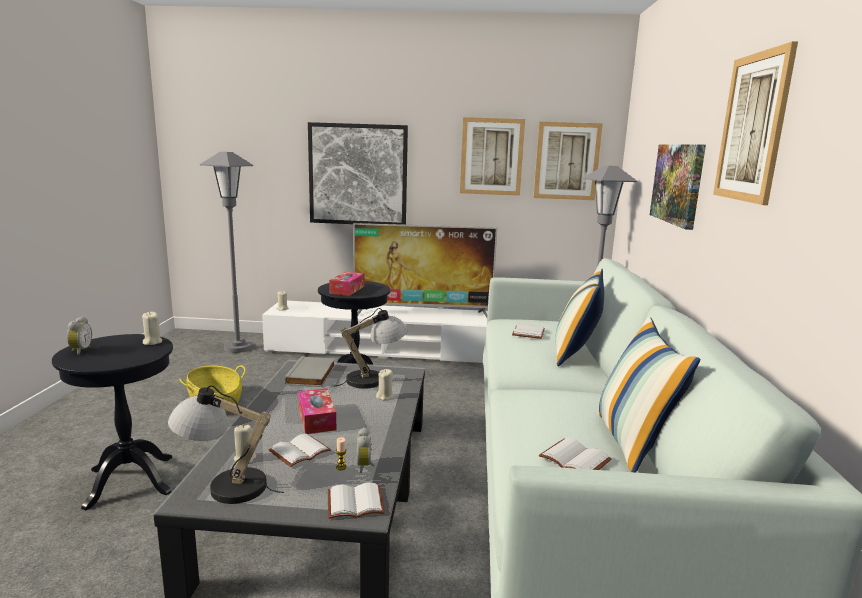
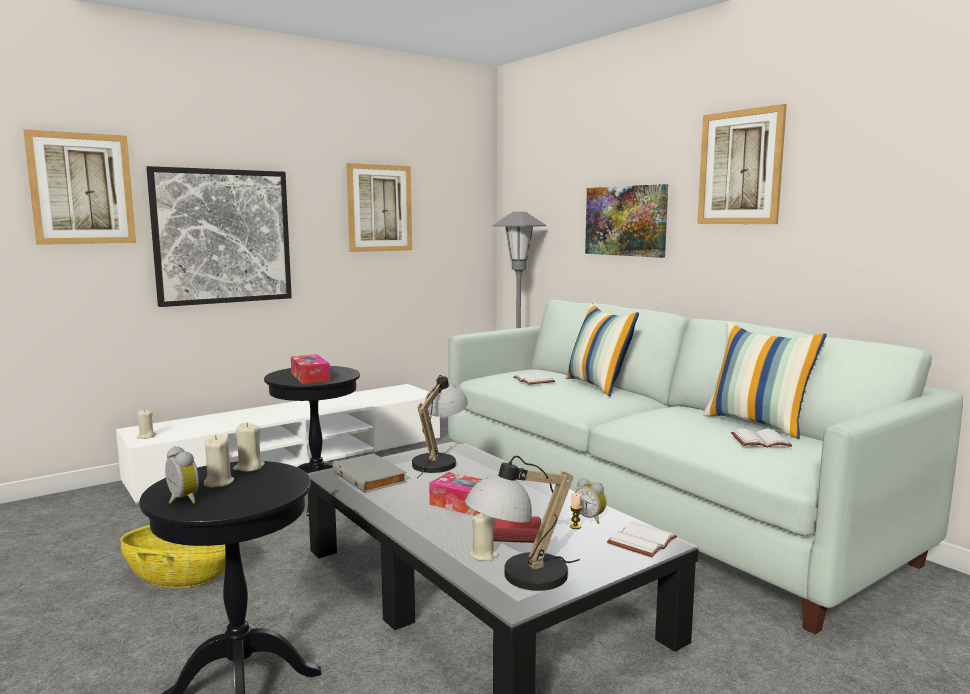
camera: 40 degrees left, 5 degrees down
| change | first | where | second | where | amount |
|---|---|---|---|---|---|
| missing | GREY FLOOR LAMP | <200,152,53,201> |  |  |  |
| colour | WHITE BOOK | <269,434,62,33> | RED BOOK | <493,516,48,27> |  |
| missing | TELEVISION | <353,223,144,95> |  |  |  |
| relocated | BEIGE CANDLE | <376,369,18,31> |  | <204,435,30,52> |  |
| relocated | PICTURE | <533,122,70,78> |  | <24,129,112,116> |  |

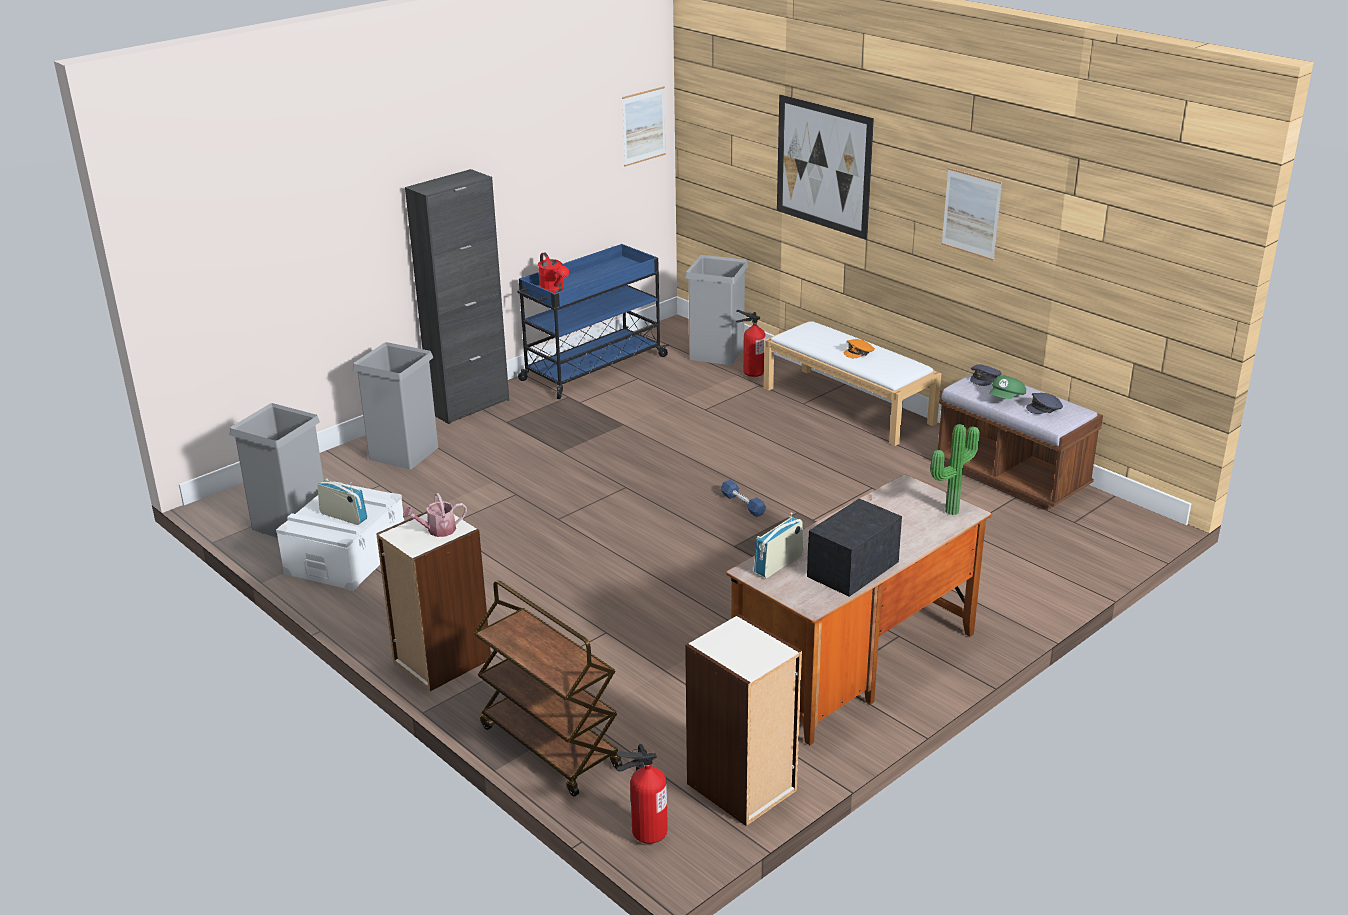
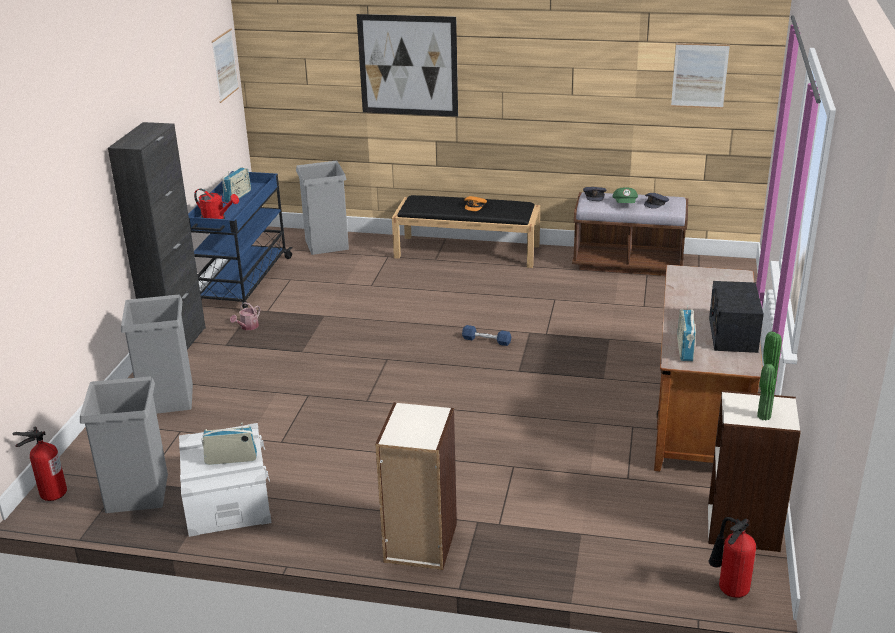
camera: 35 degrees left, 0 degrees up
| change | first | where | second | where | amount |
|---|---|---|---|---|---|
| relocated | WATERING CAN | <403,493,64,44> |  | <230,302,30,28> |  |
| missing | BROWN CART | <474,580,149,217> |  |  |  |
| relocated | FIRE EXTINGUISHER | <736,310,30,67> |  | <13,427,54,74> |  |
| colour | WHITE BENCH | <764,321,177,125> | BLACK BENCH | <392,195,148,73> |  |
| relocated | POTTED PLANT | <930,424,49,91> |  | <757,332,25,89> |  |
| relocated | PICTURE | <942,167,60,94> |  | <671,43,59,66> |  |
| appeared |  |  | RADIO | <222,167,29,35> |  |

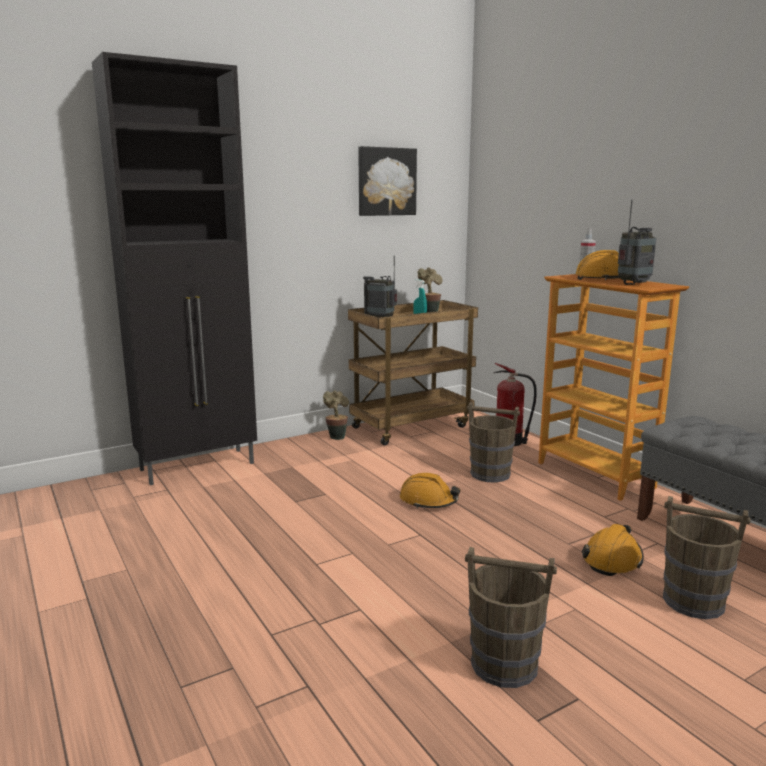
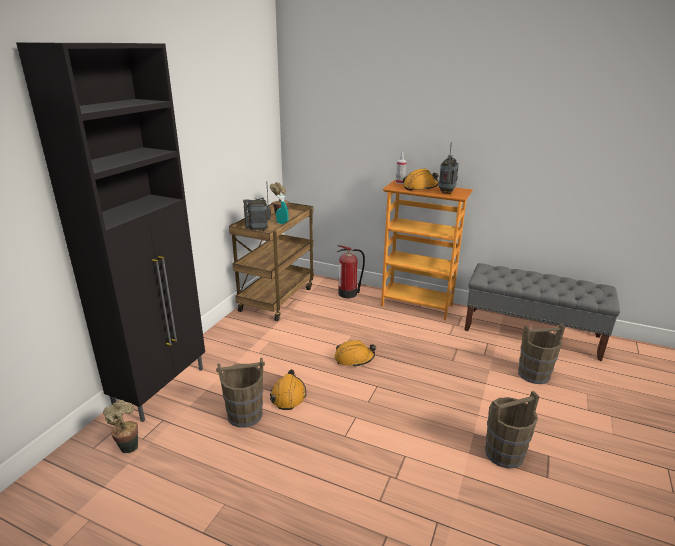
camera: 35 degrees left, 10 degrees up
| change | first | where | second | where | amount |
|---|---|---|---|---|---|
| relocated | POTTED PLANT | <323,390,26,50> |  | <103,400,35,53> |  |
| missing | PICTURE | <358,146,59,70> |  |  |  |
| relocated | BROWN BUCKET | <467,402,53,81> |  | <216,357,49,71> |  |
| relocated | ORANGE HARD HAT | <582,524,62,52> |  | <270,369,36,41> |  |

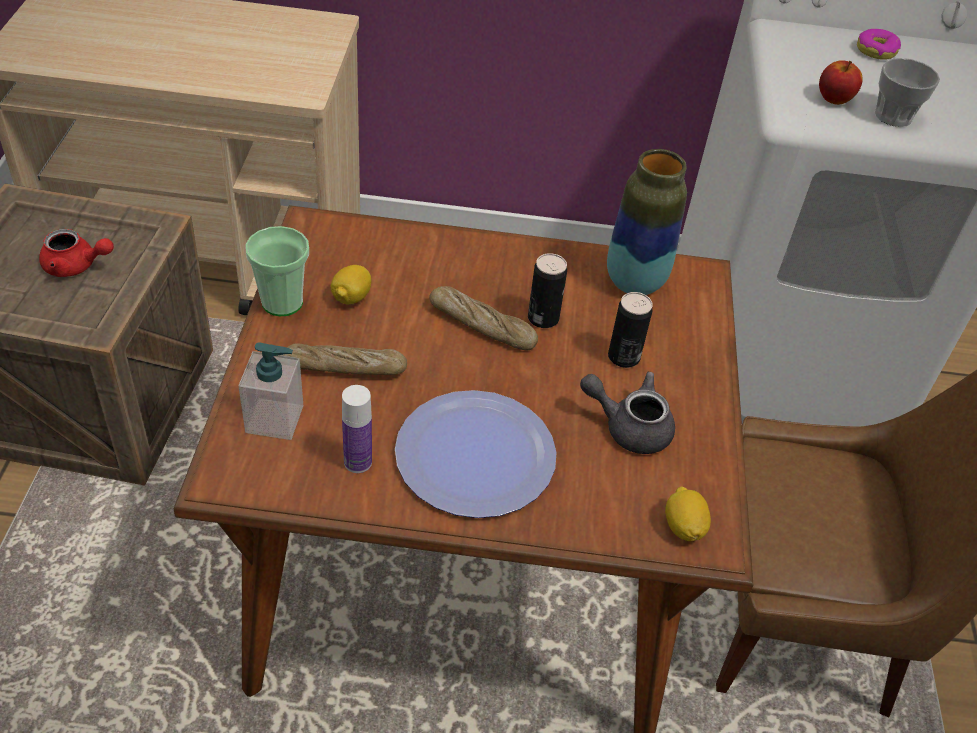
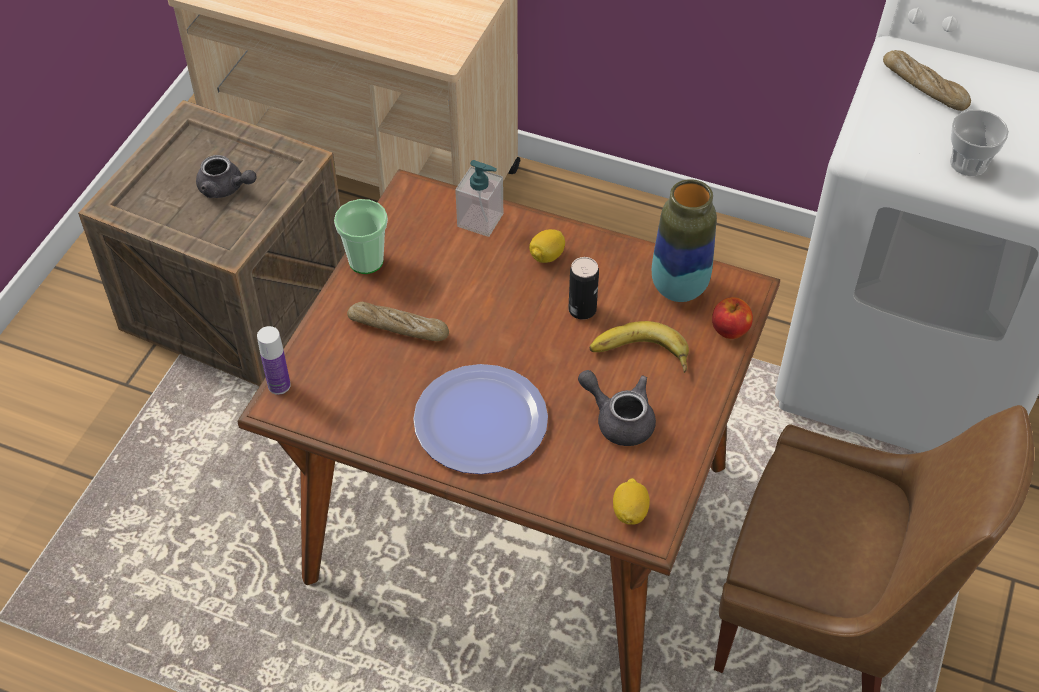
camera: 20 degrees right, 5 degrees up
| change | first | where | second | where | amount |
|---|---|---|---|---|---|
| colour | RED TEAPOT | <39,229,75,48> | GREY TEAPOT | <196,155,61,43> |  |
| relocated | SOAP DISPENSER | <238,342,65,98> |  | <455,160,48,77> |  |
| relocated | LEMON | <331,265,40,39> |  | <529,229,36,34> |  |
| relocated | BOTTLE | <342,385,30,88> |  | <257,326,34,69> |  |
| relocated | BREAD | <429,286,109,64> |  | <883,50,88,61> |  |
| exchanged | CAN | <608,292,45,76> | BANANA | <590,321,99,52> |  |
| relocated | APPLE | <819,60,44,45> |  | <712,297,41,42> |  |
| missing | DONUT | <857,29,44,31> |  |  |  |

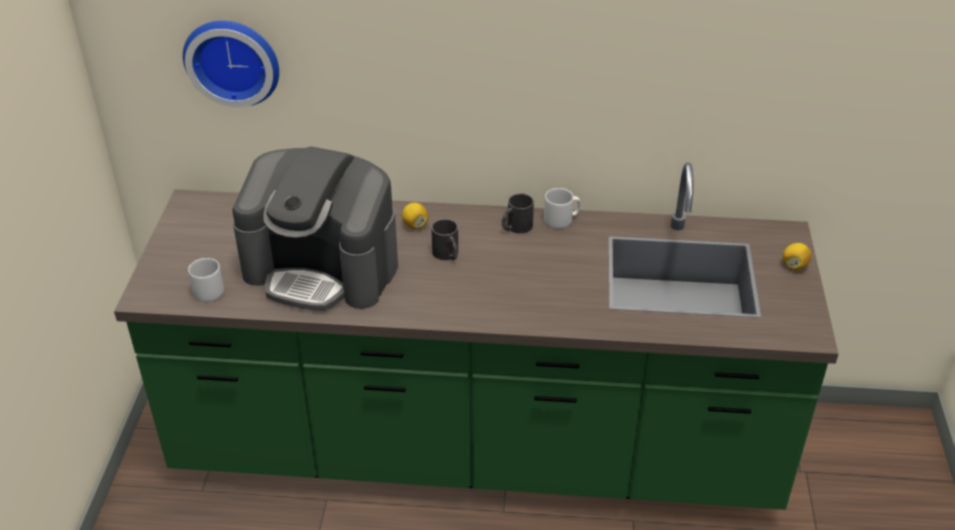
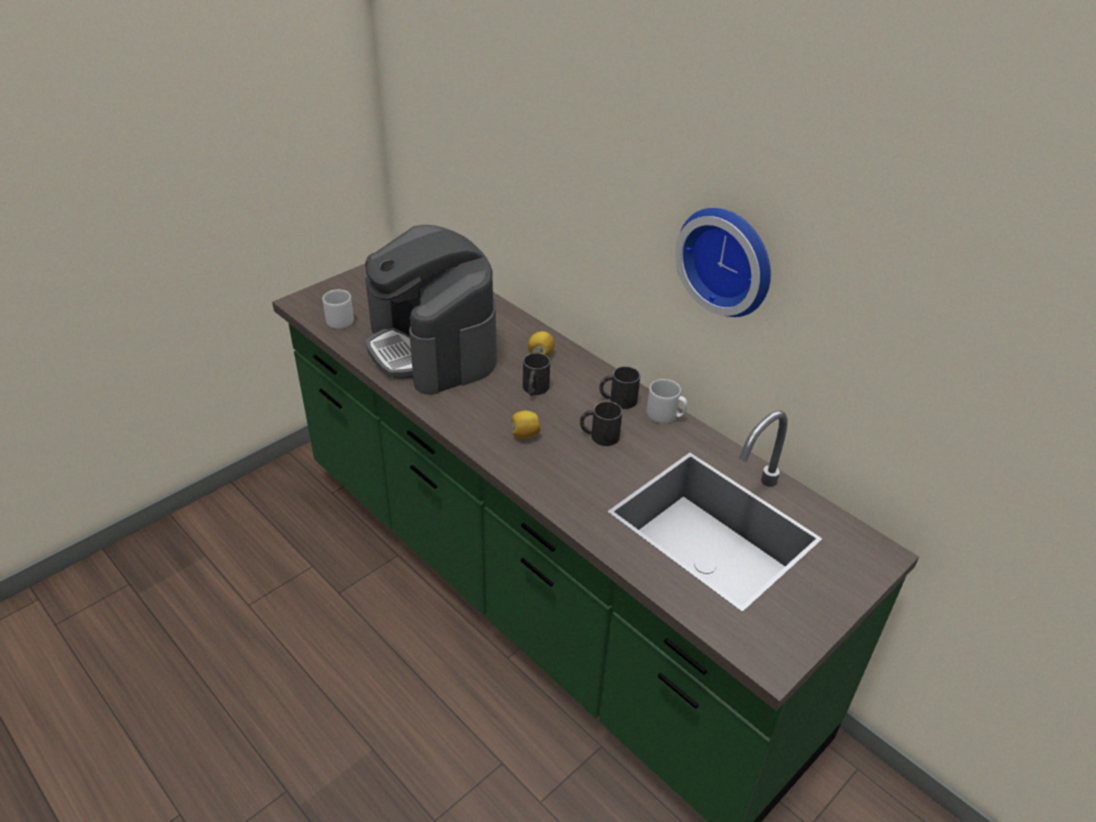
camera: 40 degrees right, 0 degrees up
| change | first | where | second | where | amount |
|---|---|---|---|---|---|
| relocated | WALL CLOCK | <183,21,96,86> |  | <675,208,96,109> |  |
| relocated | LEMON | <783,243,28,27> |  | <511,411,30,27> |  |
| appeared |  |  | BLACK MUG | <580,401,42,45> |  |

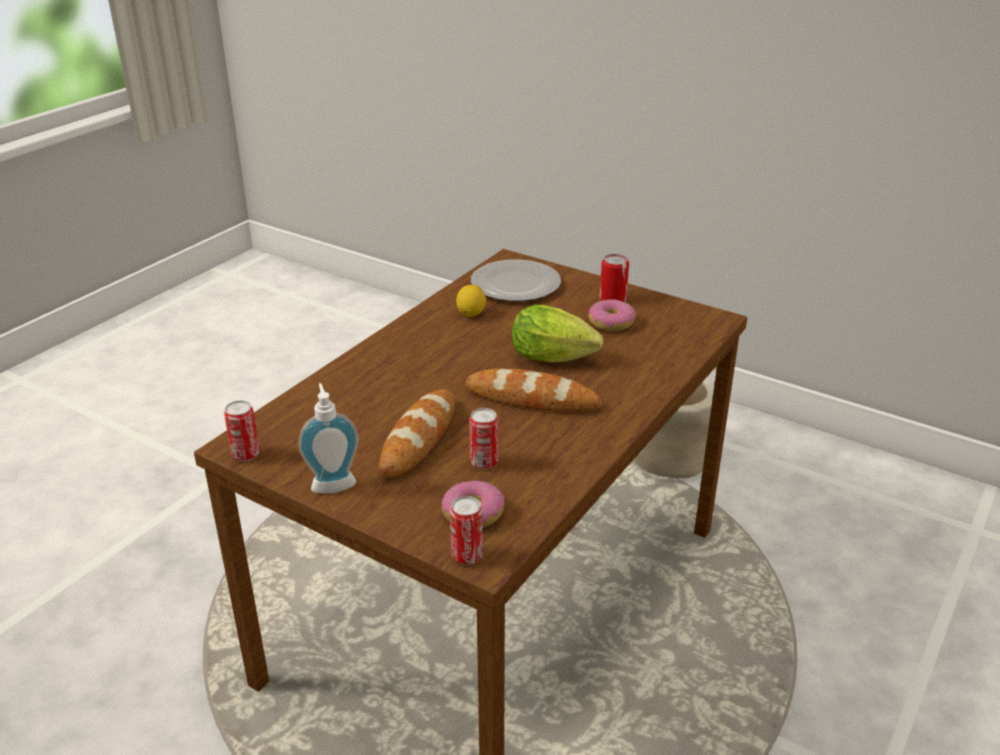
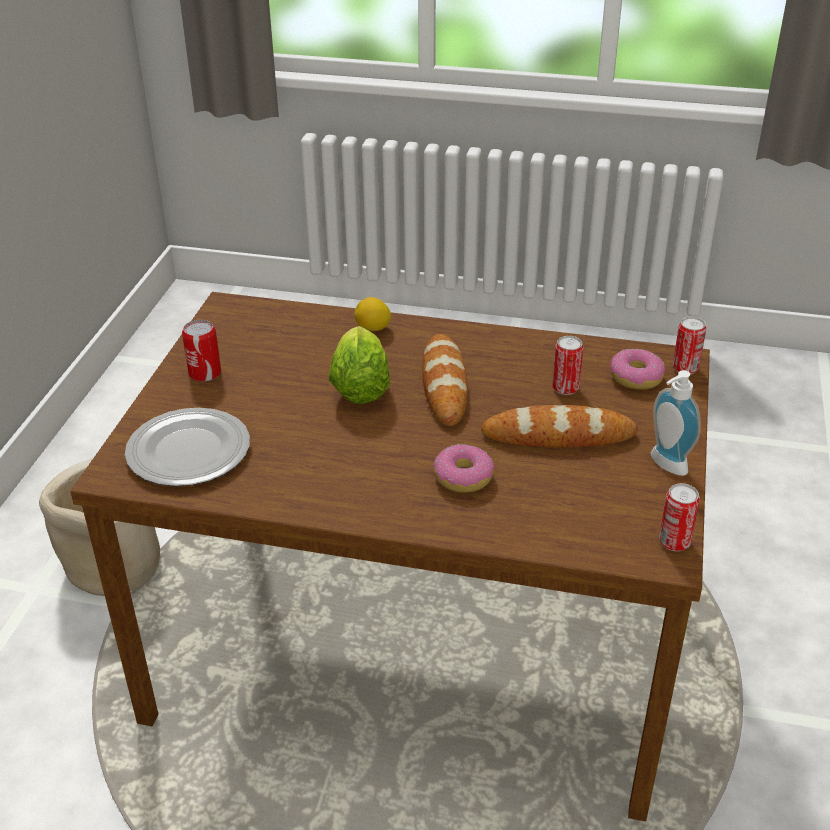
camera: 110 degrees left, 5 degrees up
| change | first | where | second | where | amount |
|---|---|---|---|---|---|
| relocated | LEMON | <456,285,30,32> |  | <355,297,36,34> |  |
| relocated | DONUT | <588,299,48,32> |  | <433,444,61,49> |  |

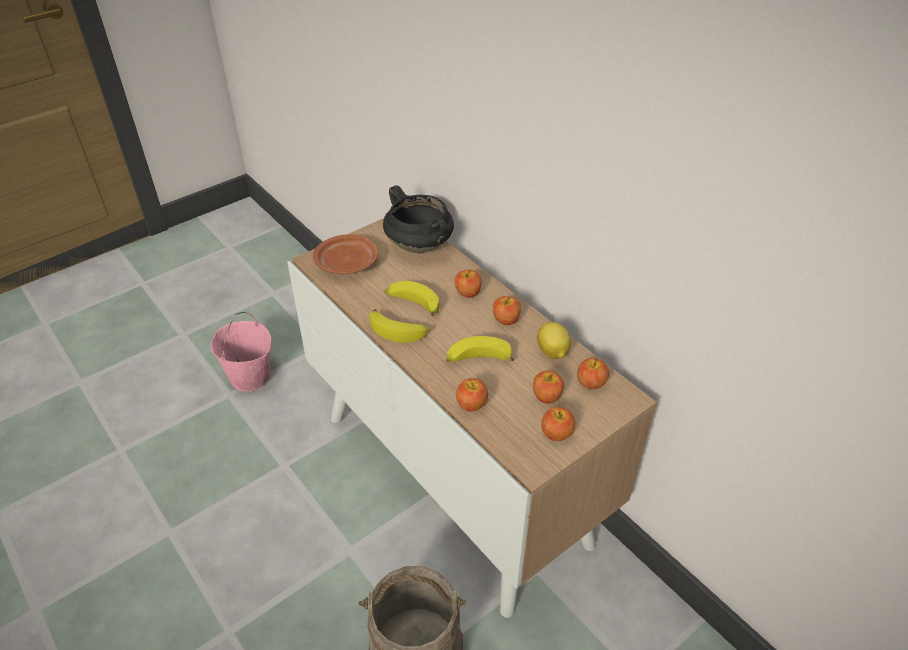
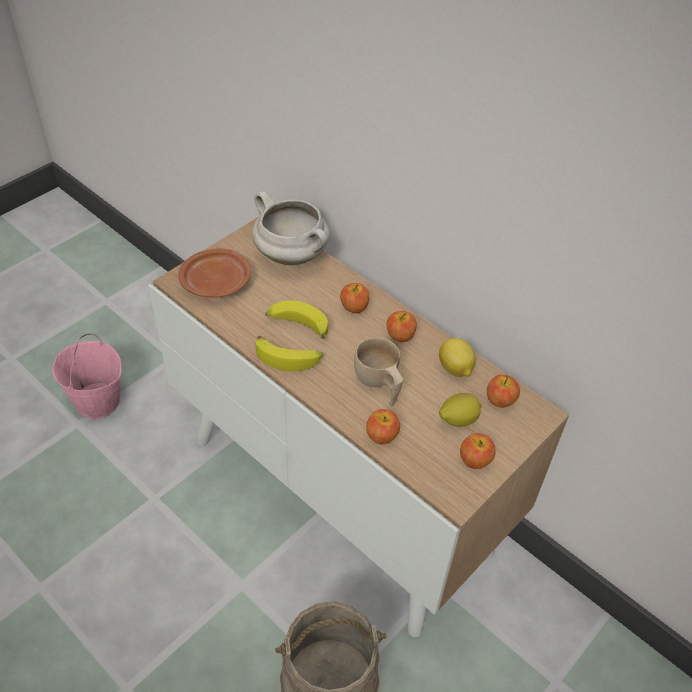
camera: 10 degrees left, 5 degrees up
| change | first | where | second | where | amount |
|---|---|---|---|---|---|
| colour | BLACK COOKING POT | <383,185,71,68> | WHITE COOKING POT | <252,191,78,74> |  |
| exchanged | BANANA | <446,336,68,26> | BEIGE CUP | <354,337,49,69> |  |
| exchanged | APPLE | <533,370,31,34> | LEMON | <439,393,43,34> |  |

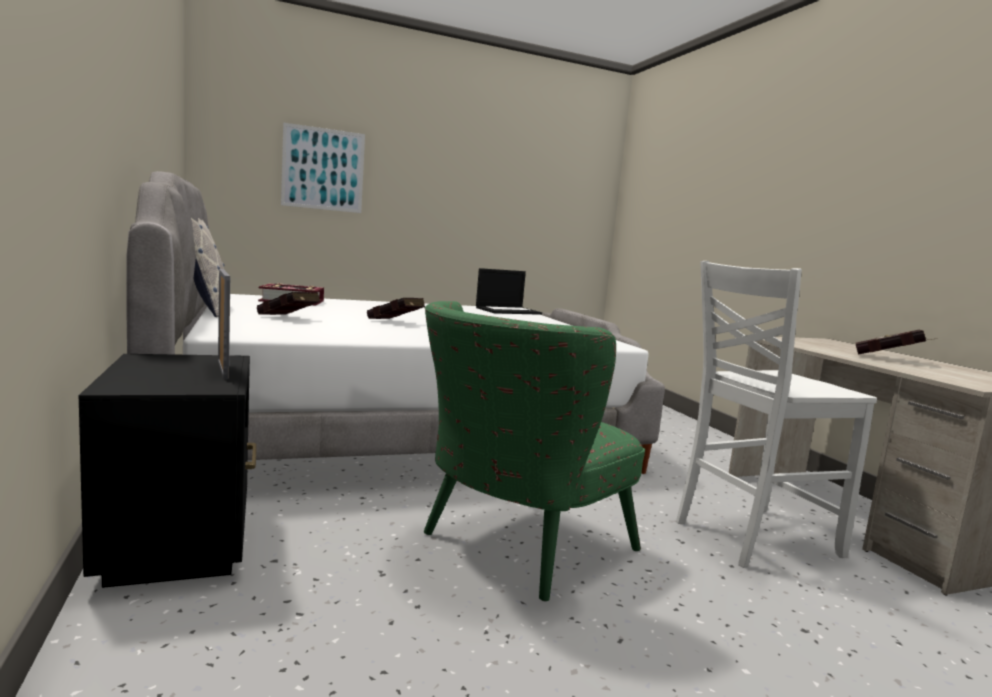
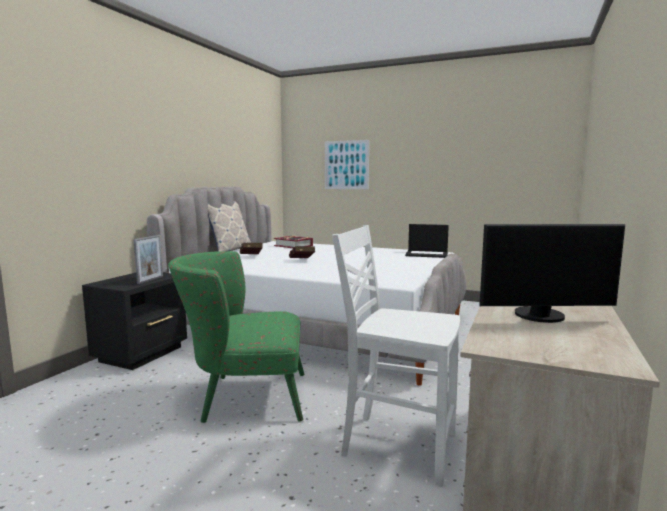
camera: 45 degrees right, 0 degrees up
| change | first | where | second | where | amount |
|---|---|---|---|---|---|
| exchanged | RED BOOK | <856,329,82,26> | MONITOR | <480,224,145,99> |  |

